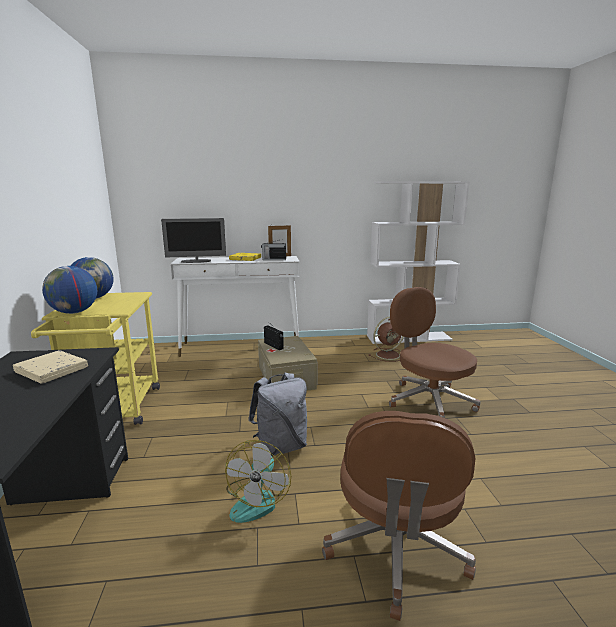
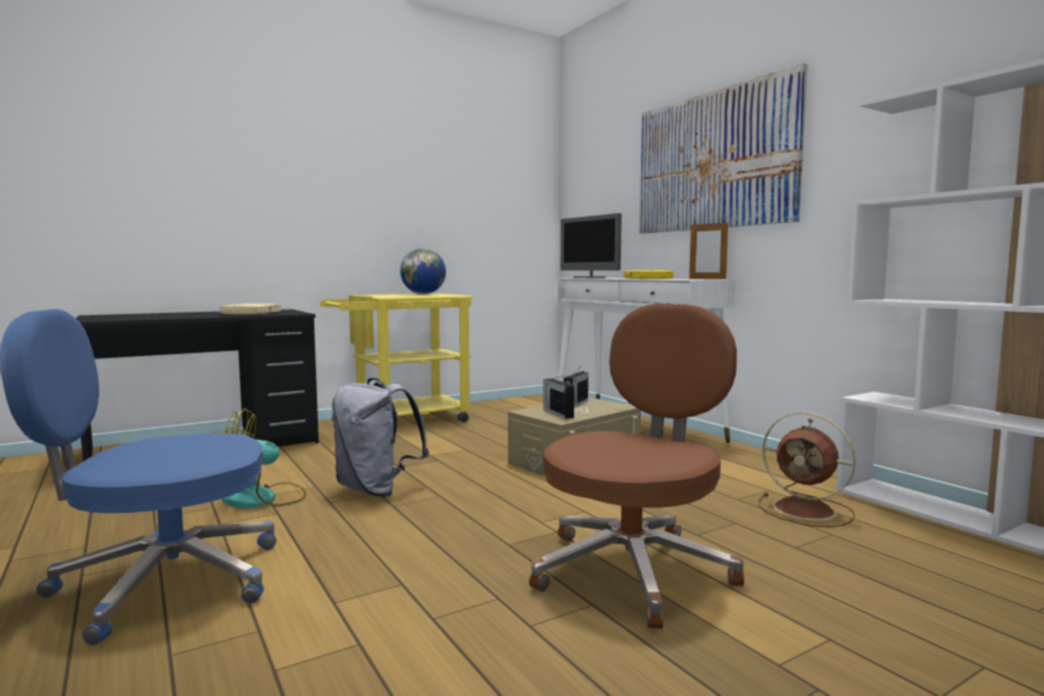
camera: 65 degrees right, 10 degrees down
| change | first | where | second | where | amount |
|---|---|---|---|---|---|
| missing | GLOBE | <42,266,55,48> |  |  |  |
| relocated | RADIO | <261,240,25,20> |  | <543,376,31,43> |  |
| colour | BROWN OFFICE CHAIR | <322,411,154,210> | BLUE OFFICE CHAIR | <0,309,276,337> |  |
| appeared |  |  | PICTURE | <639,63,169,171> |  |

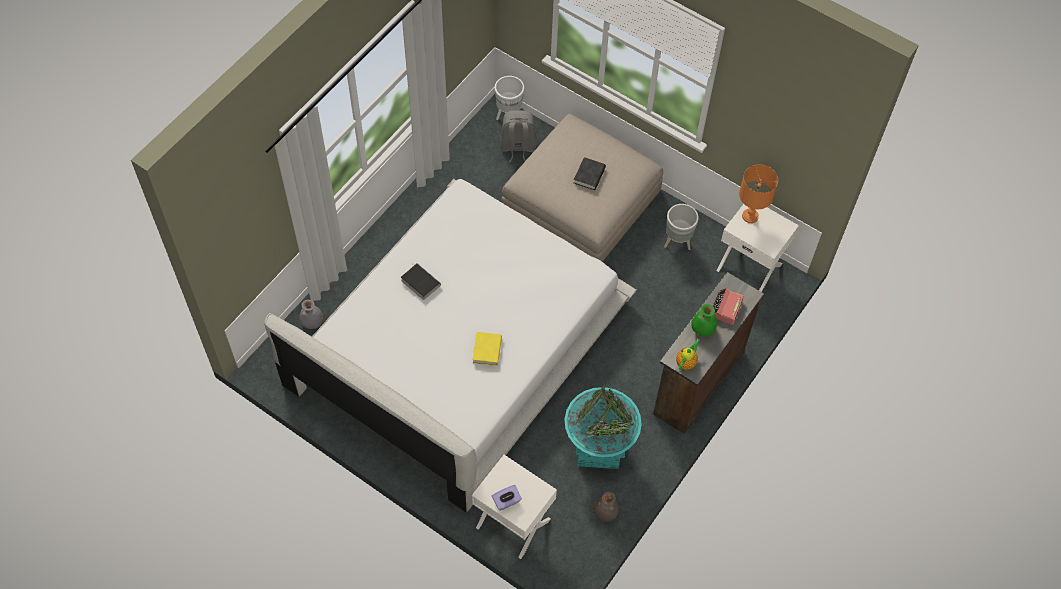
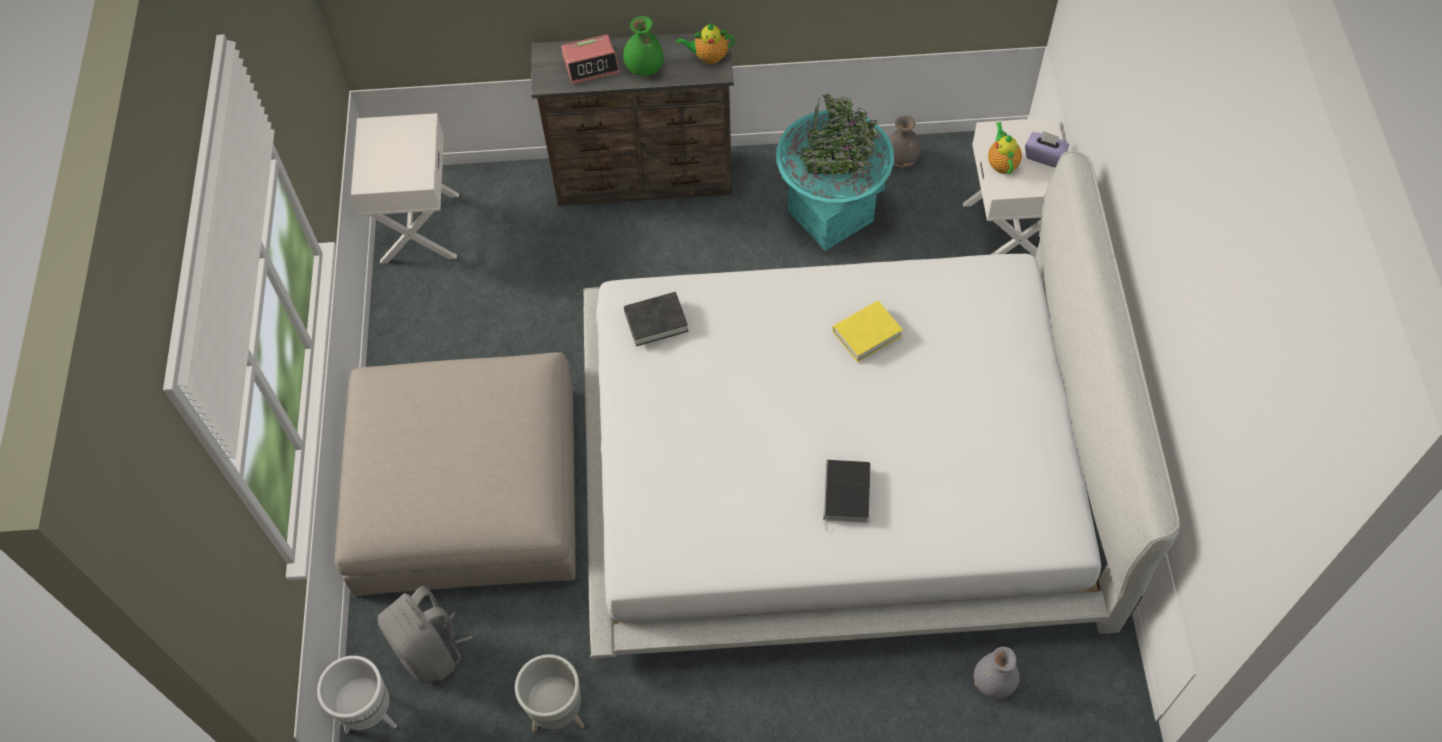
camera: 125 degrees left, 0 degrees up
| change | first | where | second | where | amount |
|---|---|---|---|---|---|
| relocated | BLACK BOOK | <574,157,32,33> |  | <624,292,64,54> |  |
| relocated | GREY PLANTER | <664,204,35,46> |  | <515,654,69,78> |  |
| missing | ORANGE TABLE LAMP | <739,165,39,58> |  |  |  |
| appeared |  |  | TEAPOT | <988,122,34,52> |  |

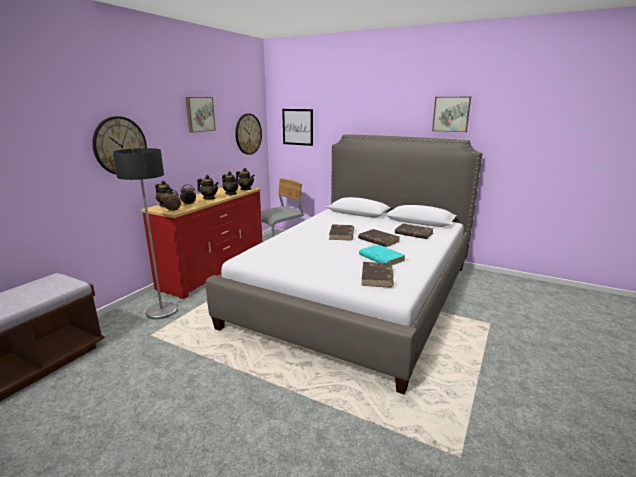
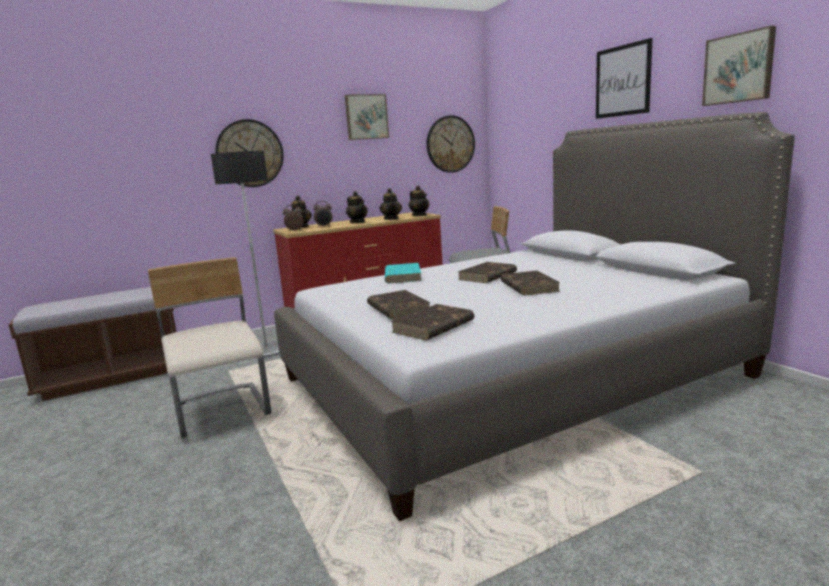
camera: 35 degrees right, 5 degrees down
| change | first | where | second | where | amount |
|---|---|---|---|---|---|
| relocated | PICTURE | <282,109,31,37> |  | <596,38,57,81> |  |
| relocated | TURQUOISE BOOK | <359,244,46,21> |  | <385,263,37,20> |  |
| relocated | BROWN BOOK | <395,224,38,15> |  | <367,290,63,30> |  |
| appeared |  |  | BEIGE CHAIR | <148,257,123,181> |  |

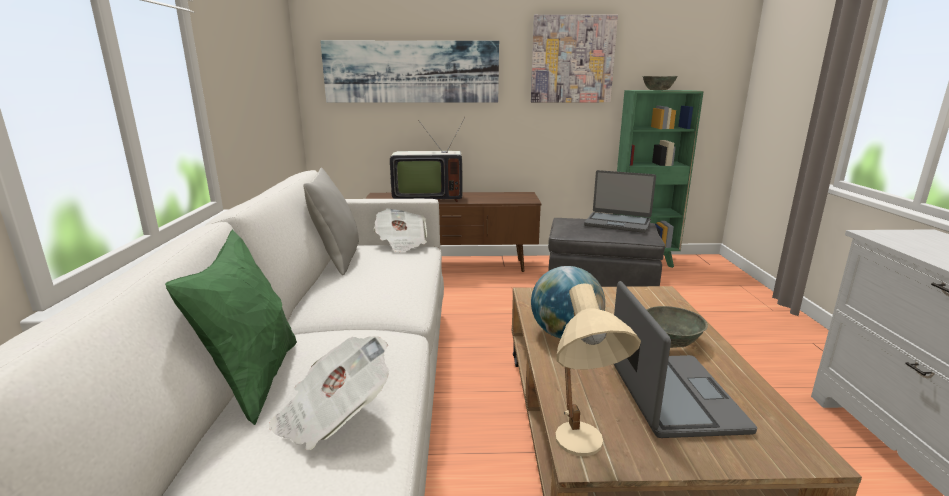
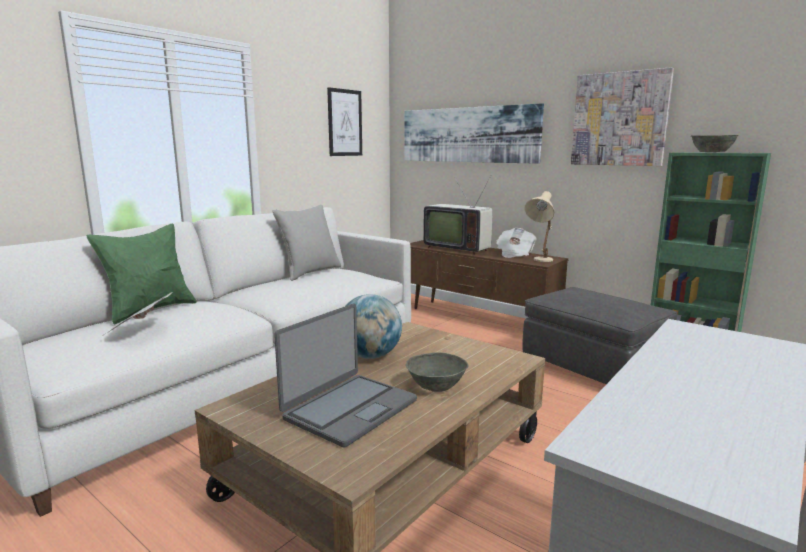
camera: 40 degrees right, 5 degrees down
| change | first | where | second | where | amount |
|---|---|---|---|---|---|
| relocated | NEWSPAPER | <374,208,53,44> |  | <496,228,41,30> |  |
| relocated | BEIGE TABLE LAMP | <555,284,86,172> |  | <524,191,30,71> |  |
| missing | LAPTOP | <584,170,72,63> |  |  |  |
| appeared |  |  | PICTURE | <327,87,35,69> |  |

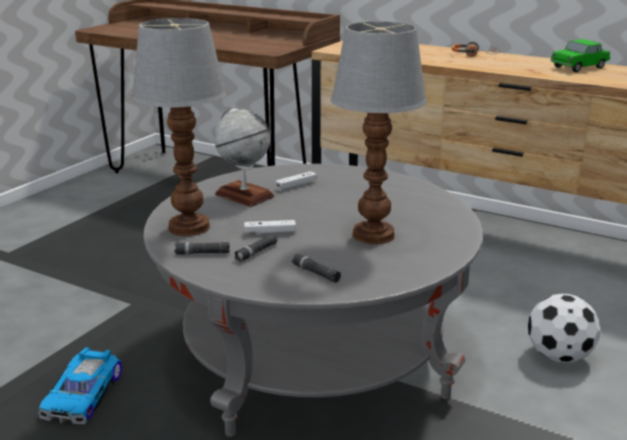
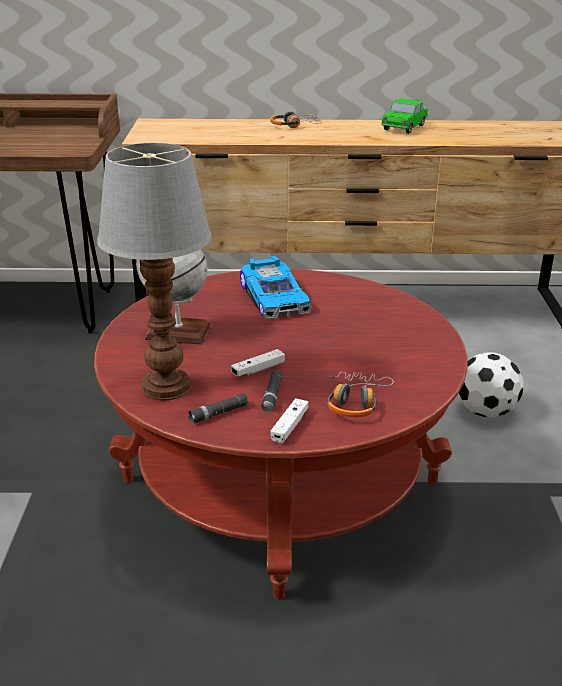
camera: 30 degrees left, 5 degrees up
| change | first | where | second | where | amount |
|---|---|---|---|---|---|
| relocated | TOY CAR | <38,347,84,77> |  | <240,256,72,63> |  |
| colour | GREY COFFEE TABLE | <143,164,340,273> | RED COFFEE TABLE | <94,269,373,331> |  |
| relocated | WHITE GAME CONTROLLER | <276,171,41,20> |  | <270,398,39,45> |  |
| exchanged | BLACK FLASHLIGHT | <292,254,49,29> | HEADPHONES | <327,372,67,45> |  |
| missing | TABLE LAMP | <330,21,97,224> |  |  |  |

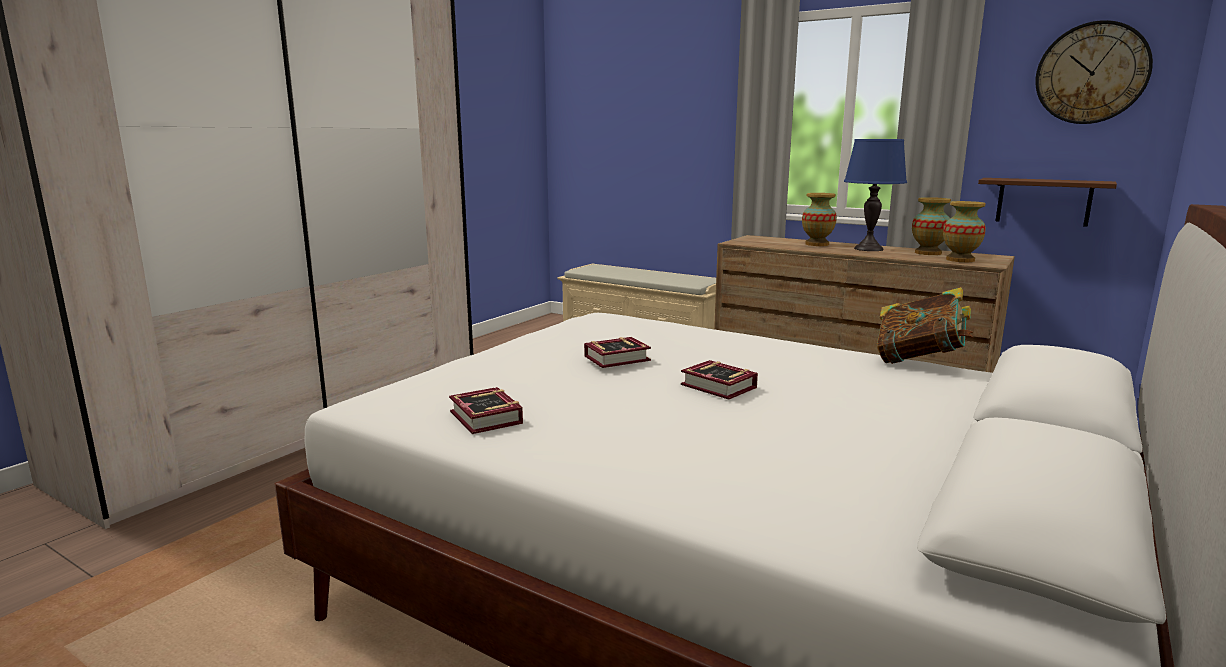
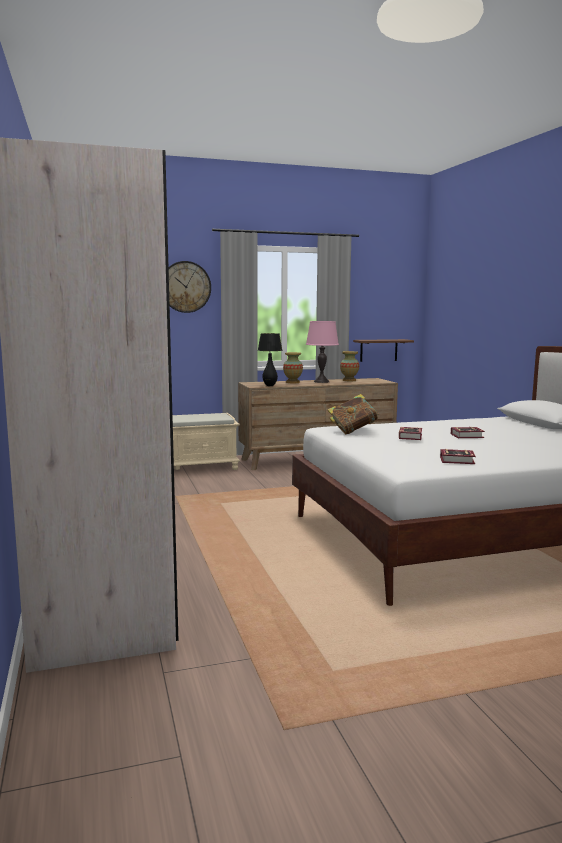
camera: 50 degrees left, 5 degrees down
| change | first | where | second | where | amount |
|---|---|---|---|---|---|
| colour | BLUE TABLE LAMP | <844,139,63,112> | PINK TABLE LAMP | <306,321,33,62> |  |
| relocated | BOOK | <877,287,96,77> |  | <328,394,51,41> |  |
| missing | VASE | <943,201,43,61> |  |  |  |
| relocated | WALL CLOCK | <1035,20,118,104> |  | <169,261,42,52> |  |
| appeared |  |  | BLACK TABLE LAMP | <258,333,25,53> |  |

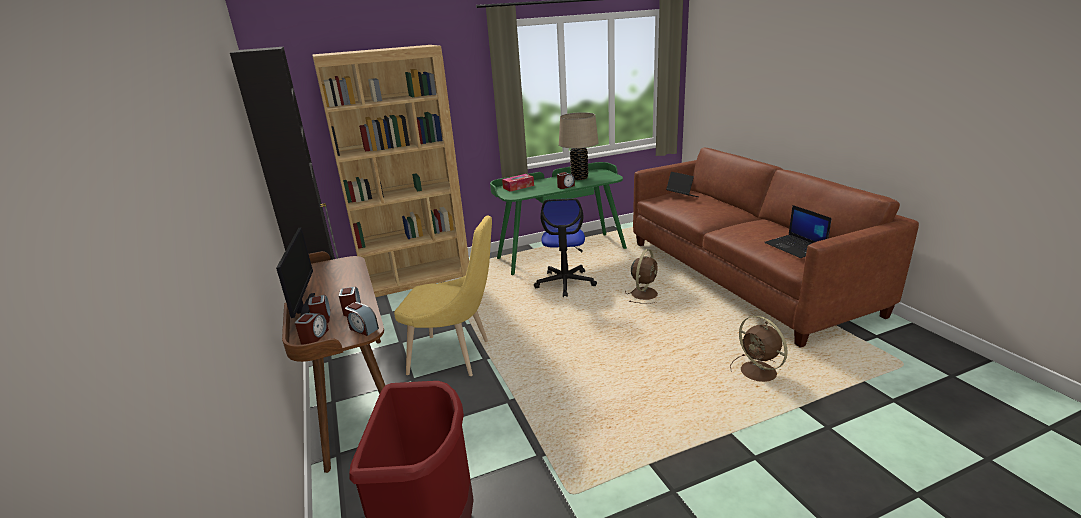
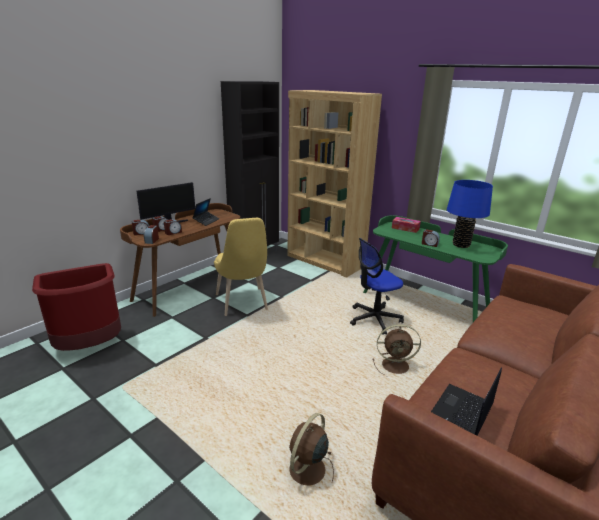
camera: 60 degrees right, 0 degrees up
| change | first | where | second | where | amount |
|---|---|---|---|---|---|
| colour | BEIGE TABLE LAMP | <559,112,40,68> | BLUE TABLE LAMP | <447,180,46,68> |  |
| relocated | LAPTOP | <666,172,33,25> |  | <193,198,26,28> |  |

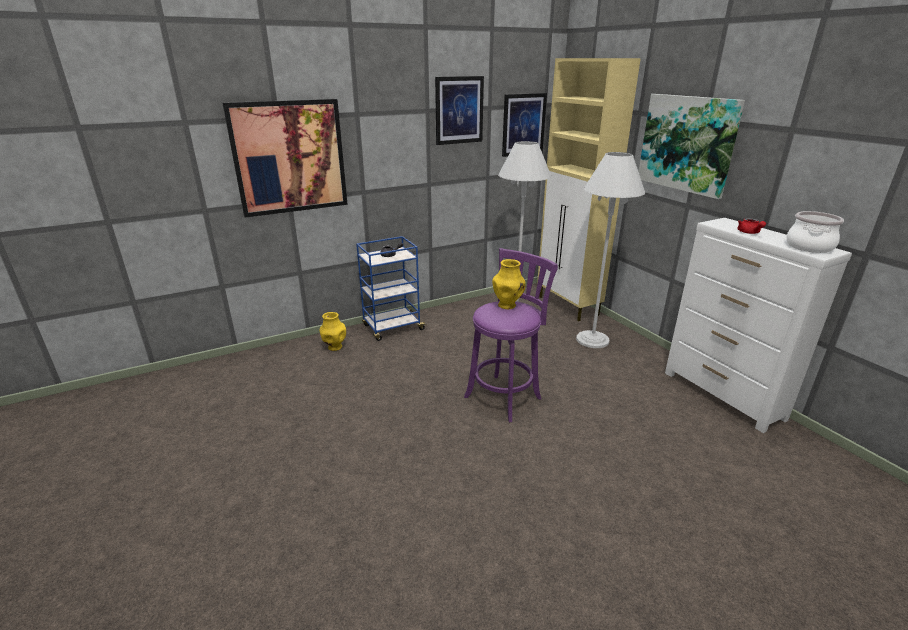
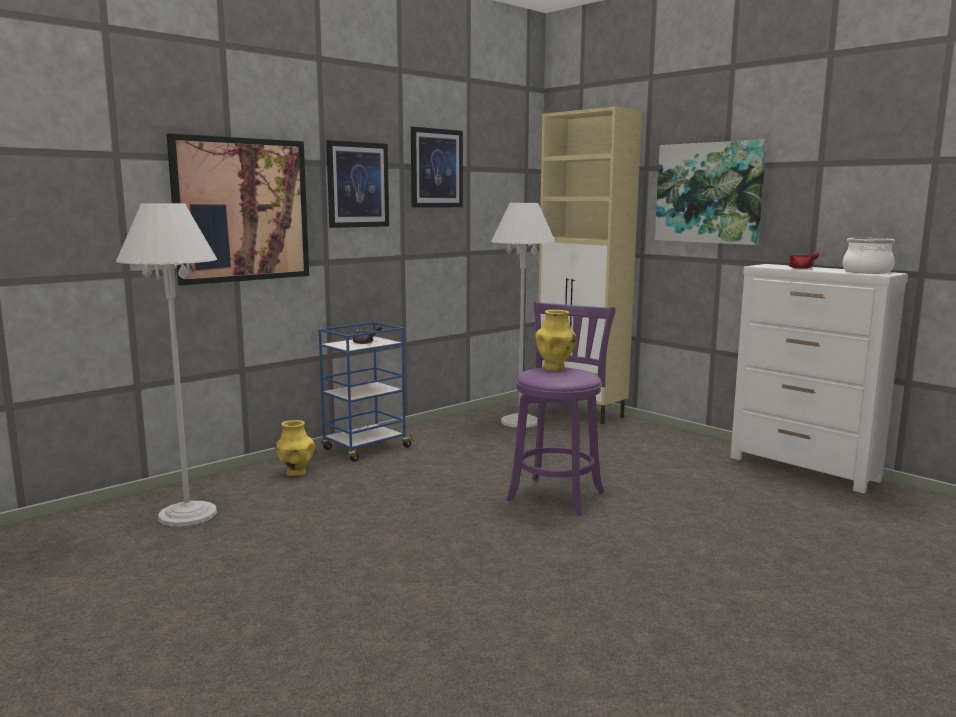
camera: 15 degrees left, 15 degrees down
| change | first | where | second | where | amount |
|---|---|---|---|---|---|
| relocated | PICTURE | <502,93,45,64> |  | <326,140,63,88> |  |
| relocated | WHITE FLOOR LAMP | <576,152,69,196> |  | <116,203,101,324> |  |

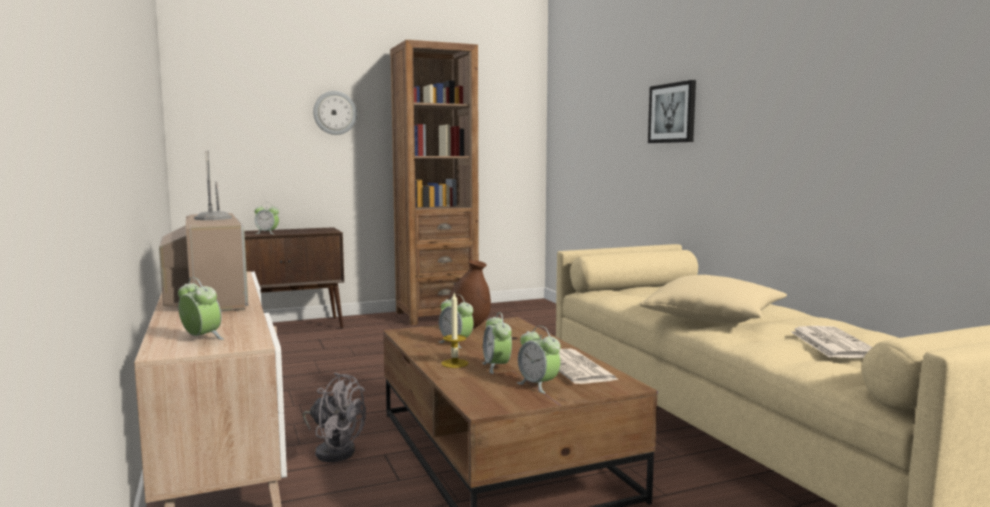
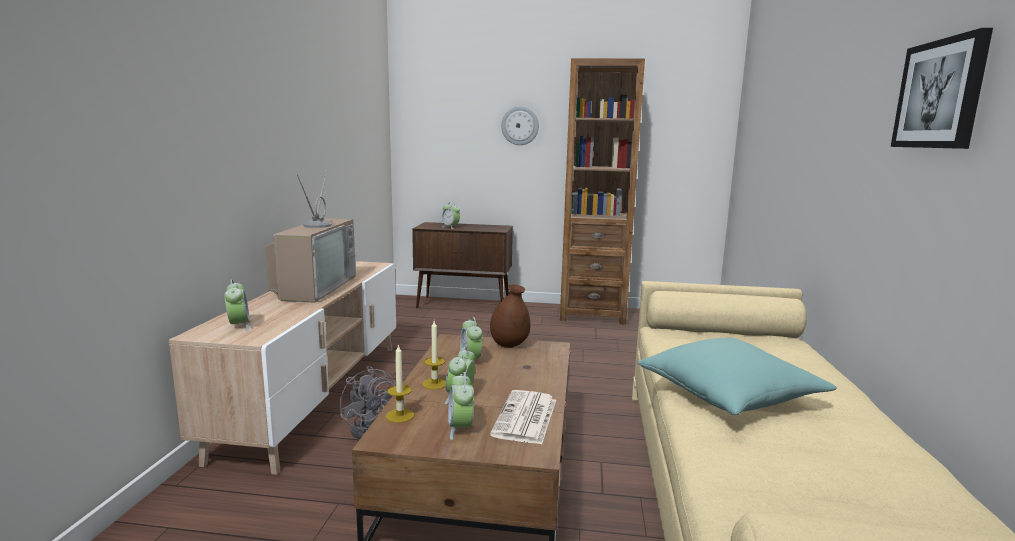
camera: 30 degrees right, 5 degrees up
| change | first | where | second | where | amount |
|---|---|---|---|---|---|
| colour | BEIGE PILLOW | <640,275,147,49> | TURQUOISE PILLOW | <638,338,199,77> |  |
| relocated | PICTURE | <648,80,48,63> |  | <891,28,102,121> |  |
| missing | NEWSPAPER | <791,326,81,32> |  |  |  |
| appeared |  |  | CANDLE | <386,344,28,79> |  |

